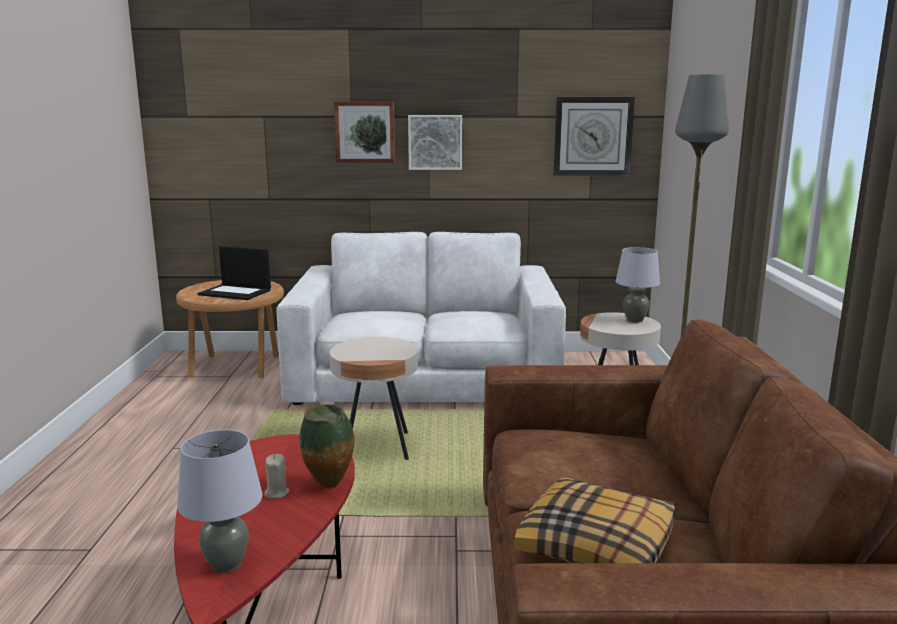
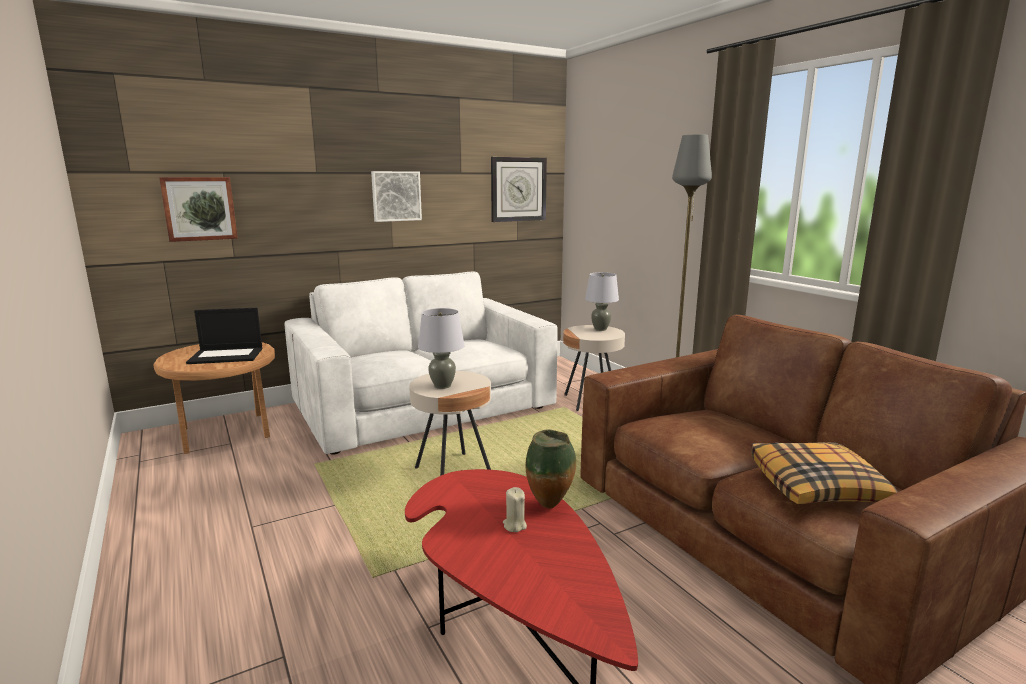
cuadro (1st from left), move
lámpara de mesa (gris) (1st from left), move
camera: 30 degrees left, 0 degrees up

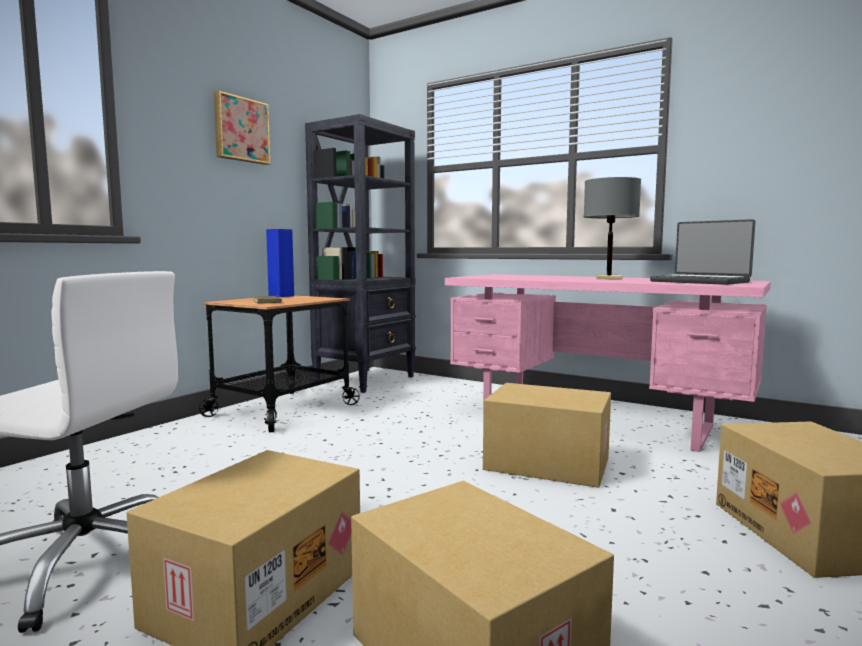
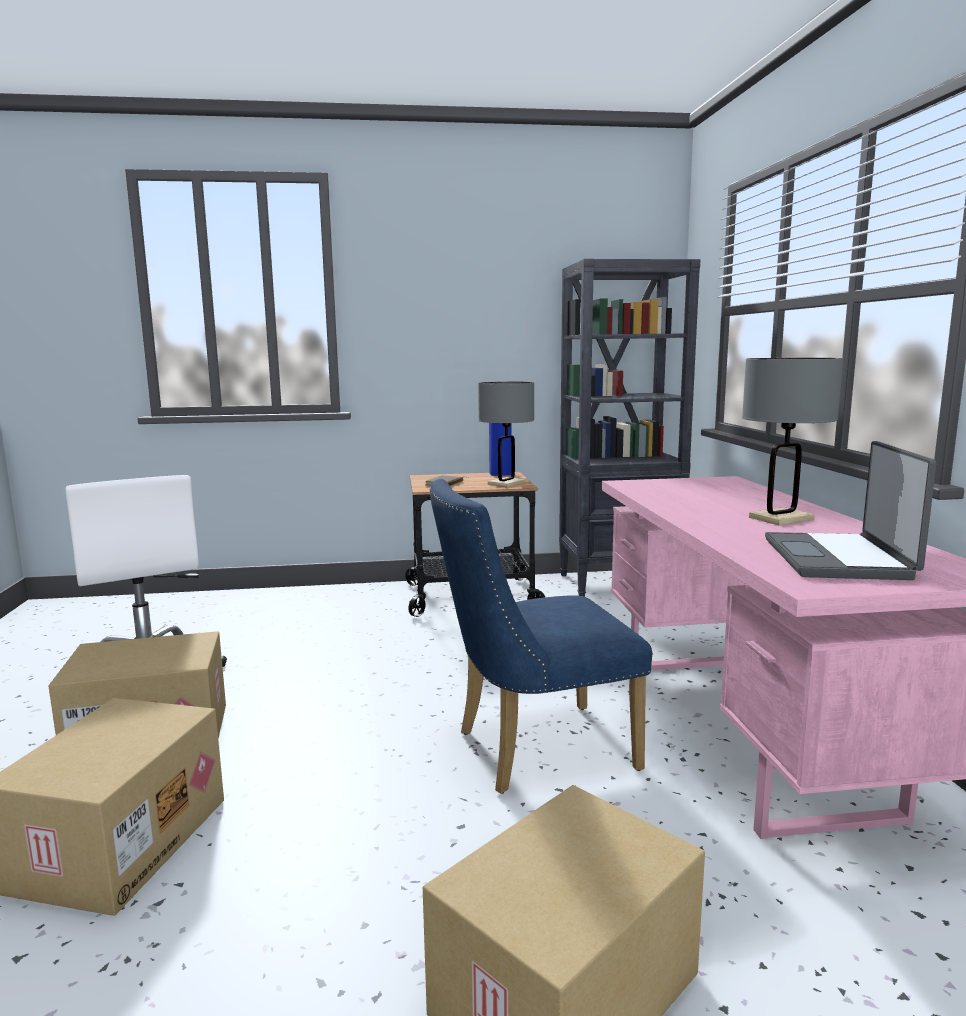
cuadro → -
caja de cartón (3rd from left) → silla (azul)
- → lámpara de mesa (gris) (1st from left)
camera: 50 degrees right, 5 degrees up

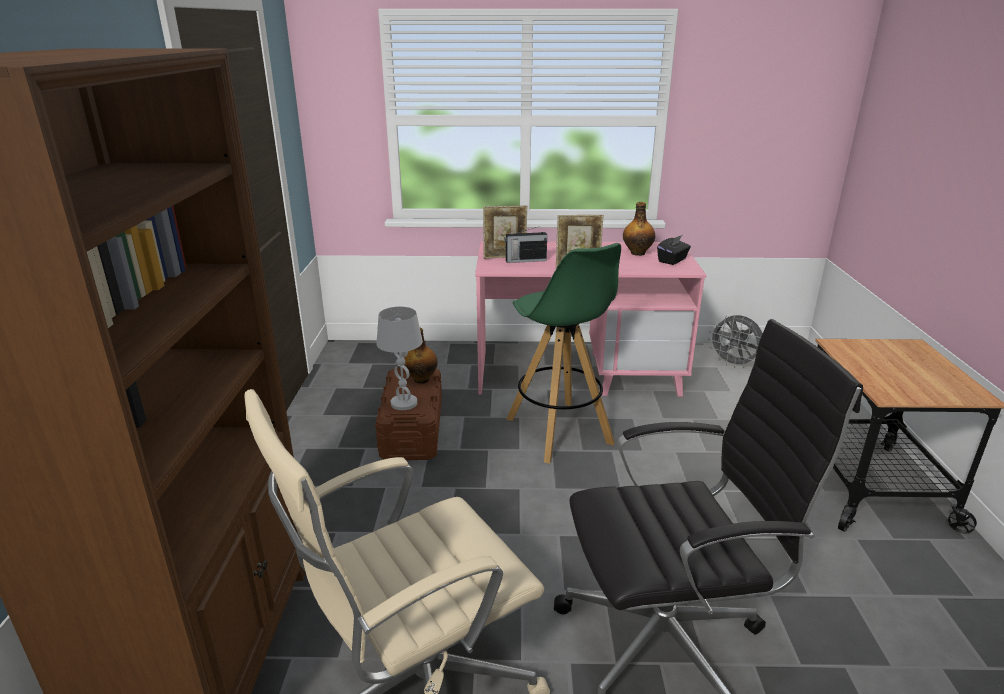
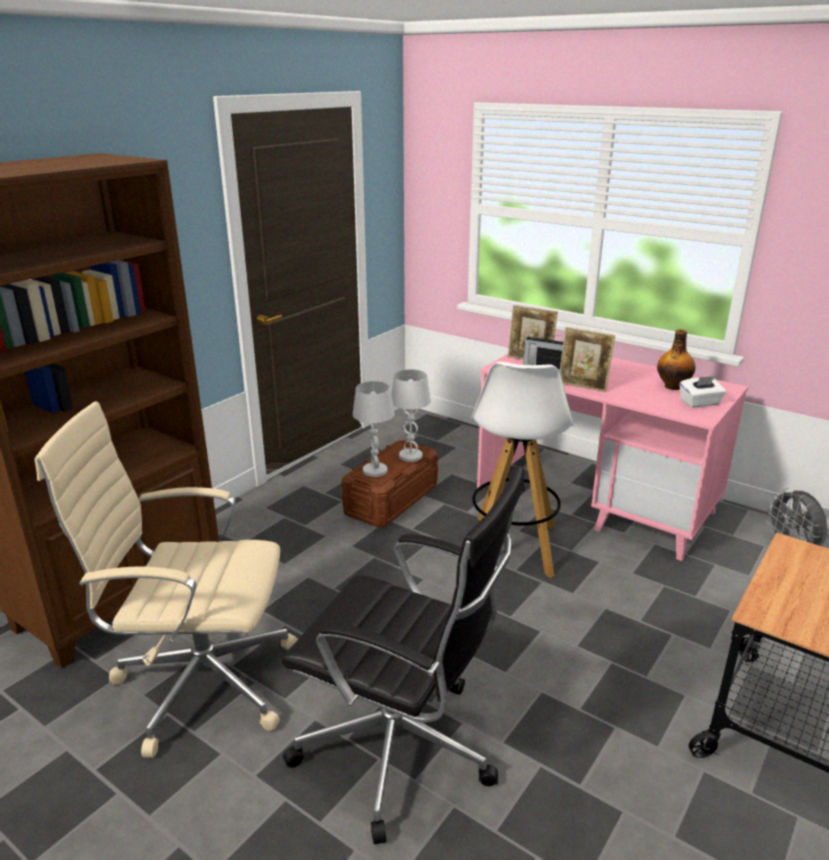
caja de pañuelos (negro) → caja de pañuelos (blanco)
taburete (verde) → taburete (blanco)
botella (1st from left) → lámpara de mesa (blanco) (2nd from left)
camera: 35 degrees right, 0 degrees up

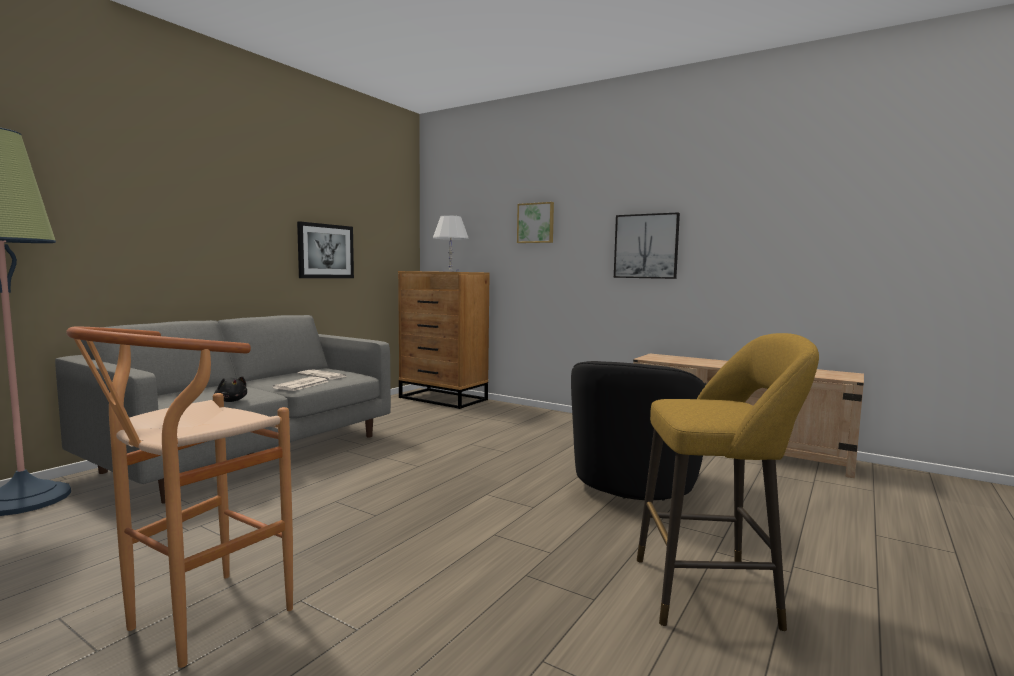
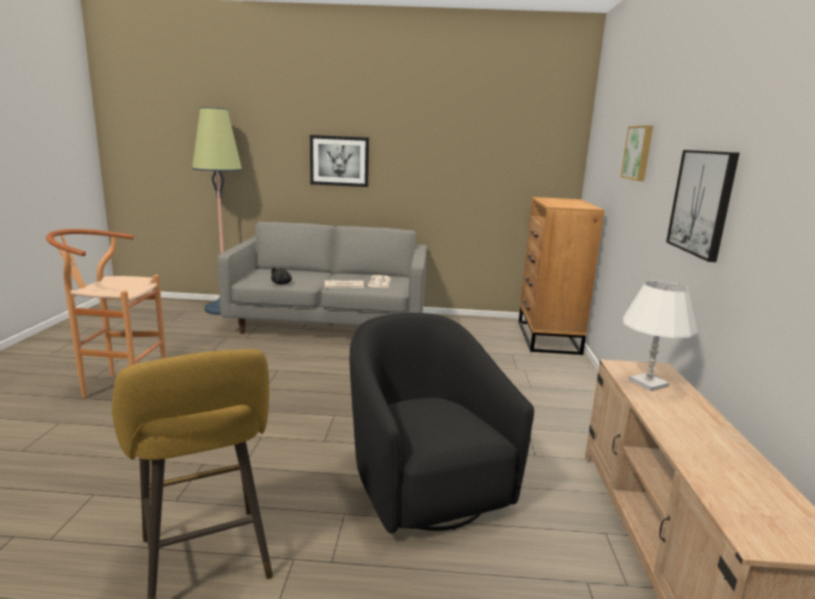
lámpara de mesa (blanco), move
cuadro (1st from left), move
sillón (negro), 75 degrees clockwise
camera: 60 degrees right, 10 degrees up

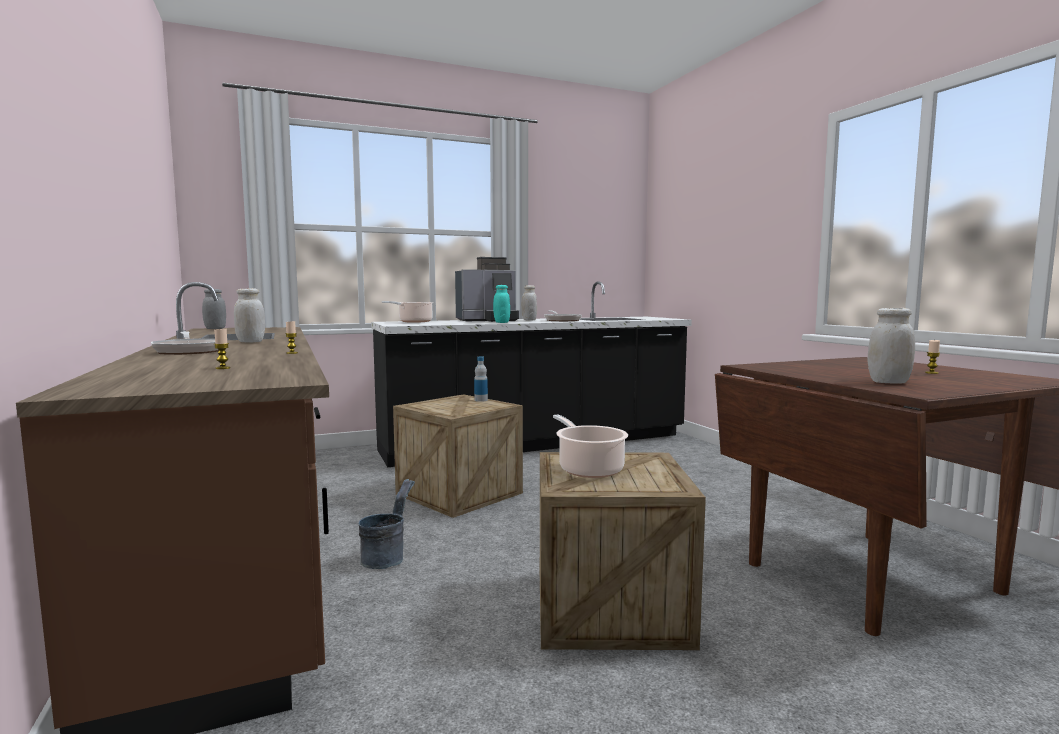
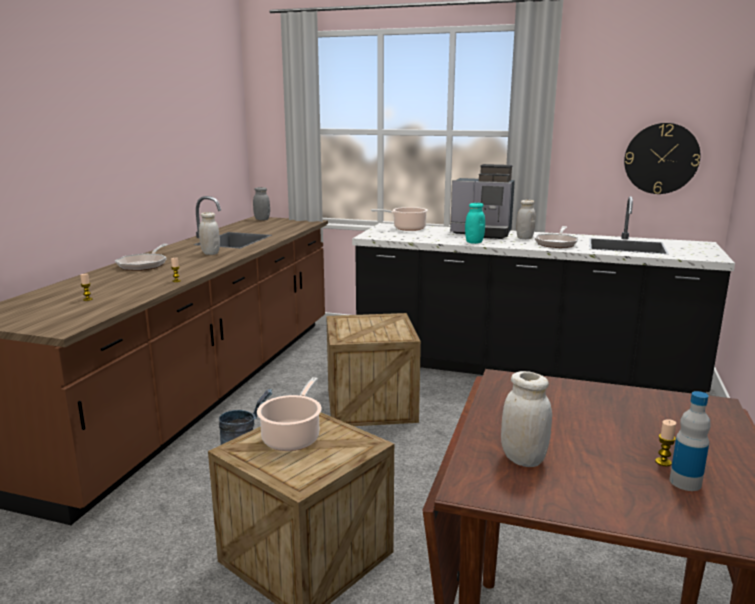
botella, move
- → reloj de pared
camera: 40 degrees right, 10 degrees up

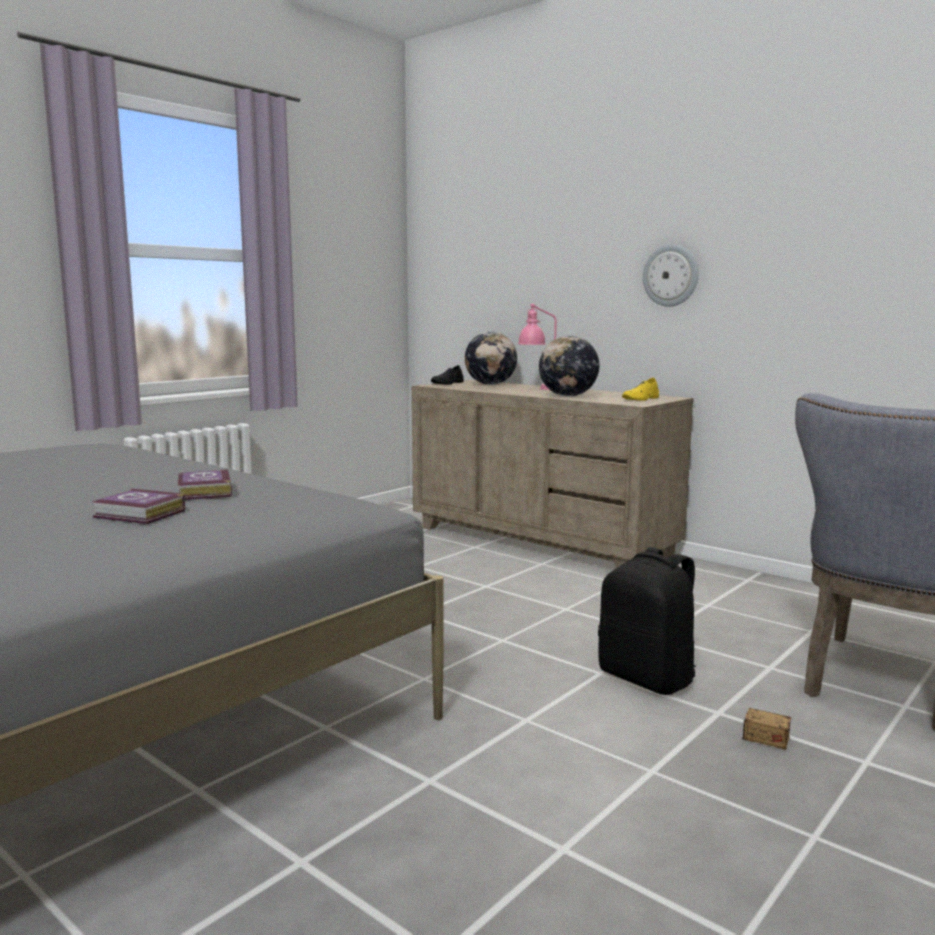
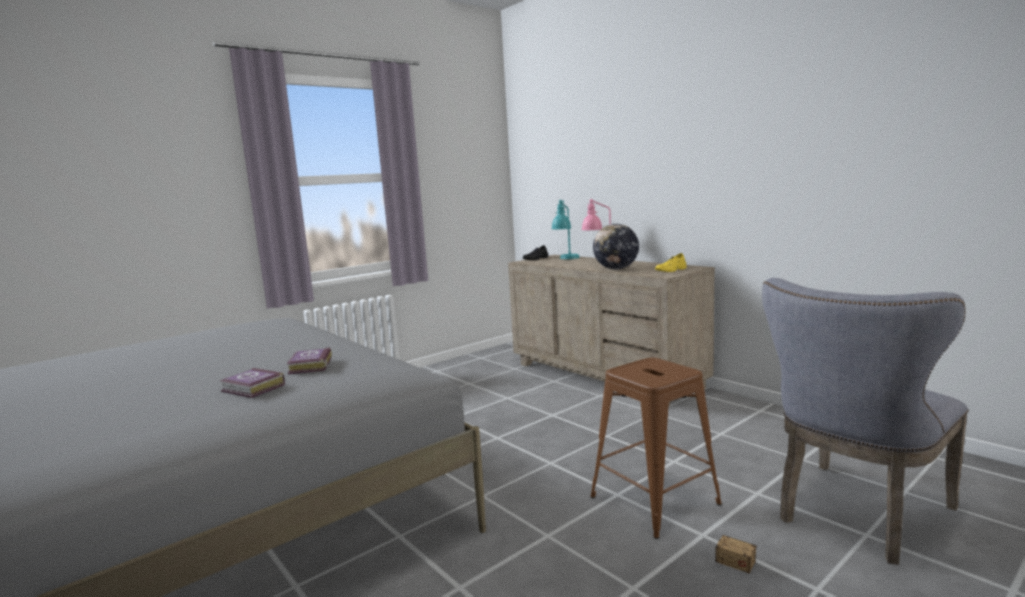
reloj de pared → -
globo terráqueo (1st from left) → lámpara de mesa (turquesa)
mochila (negro) → taburete (marrón)
camera: 10 degrees right, 0 degrees up

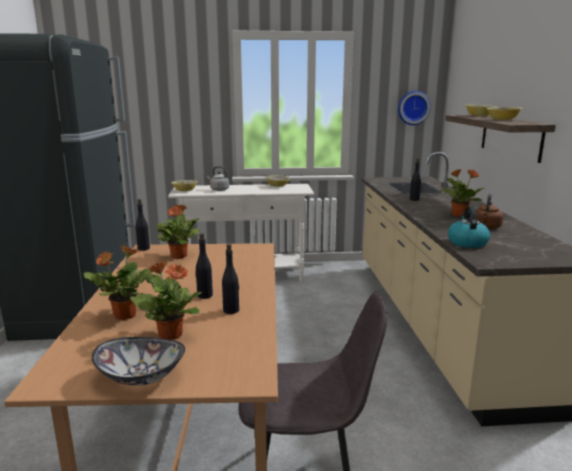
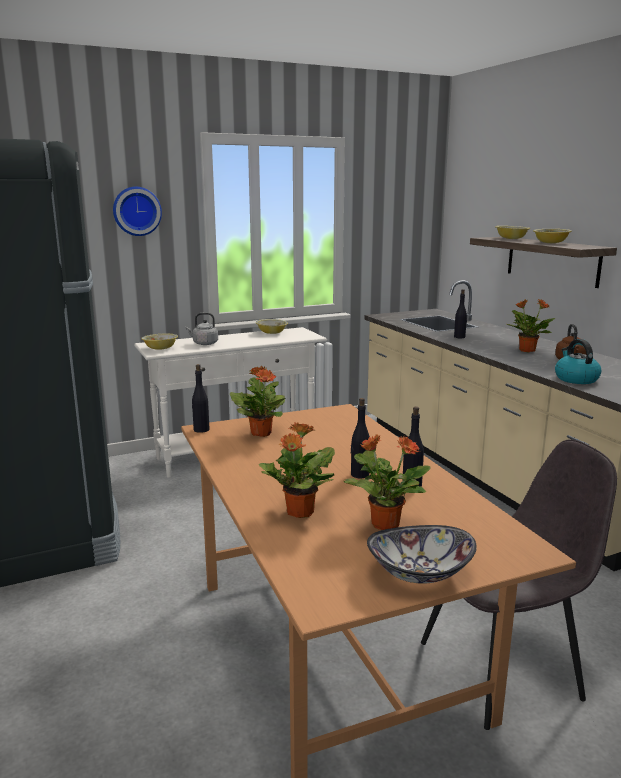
reloj de pared, move
camera: 20 degrees left, 0 degrees up

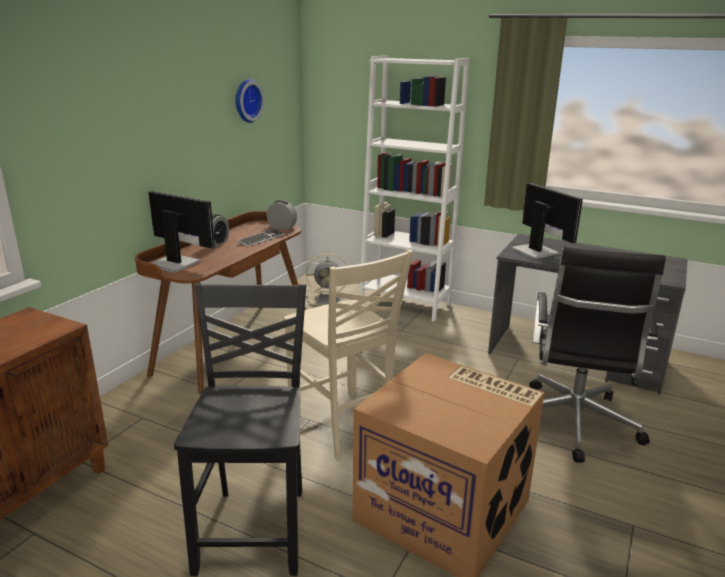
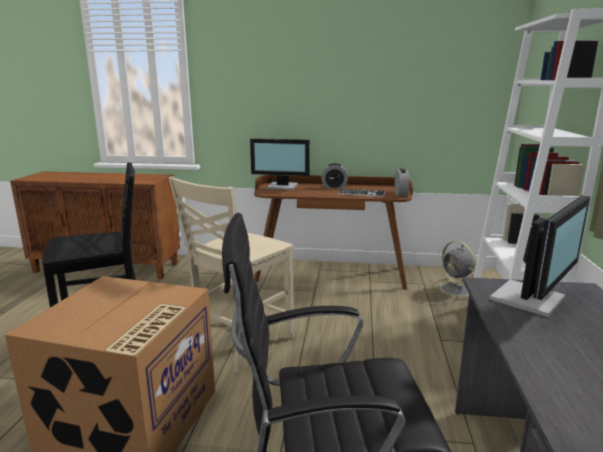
reloj de pared → -
monitor (1st from left), 90 degrees clockwise
camera: 70 degrees right, 5 degrees down

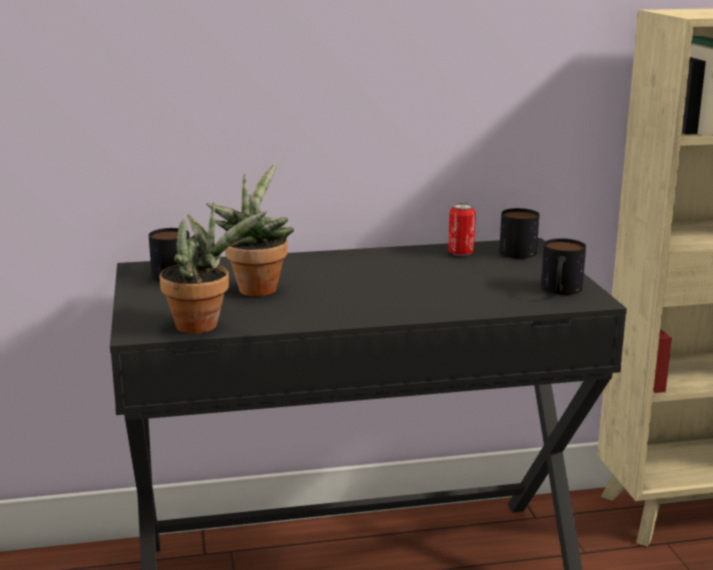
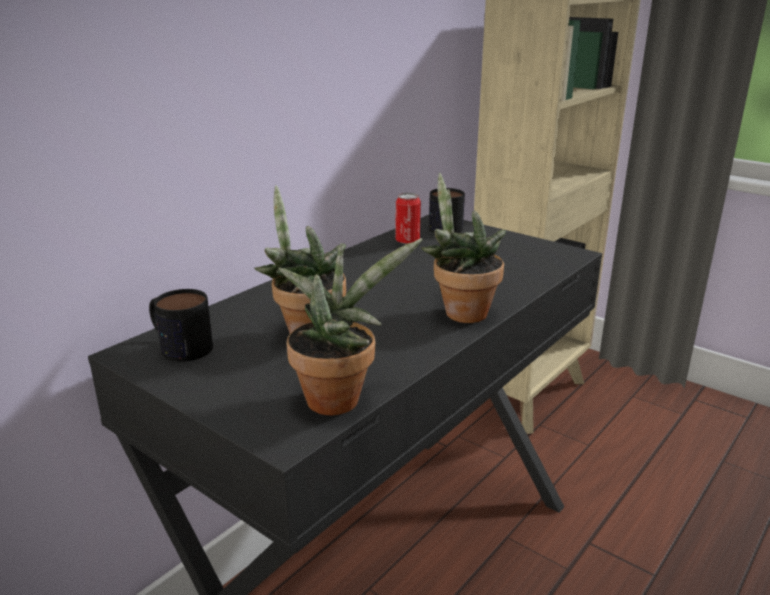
taza grande (3rd from left) → -
- → planta en maceta (3rd from left)
camera: 40 degrees left, 5 degrees up

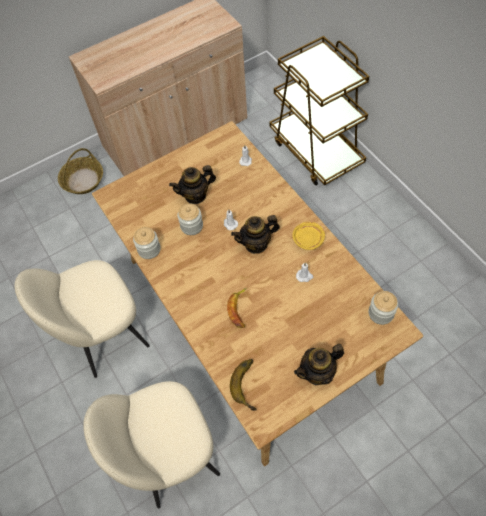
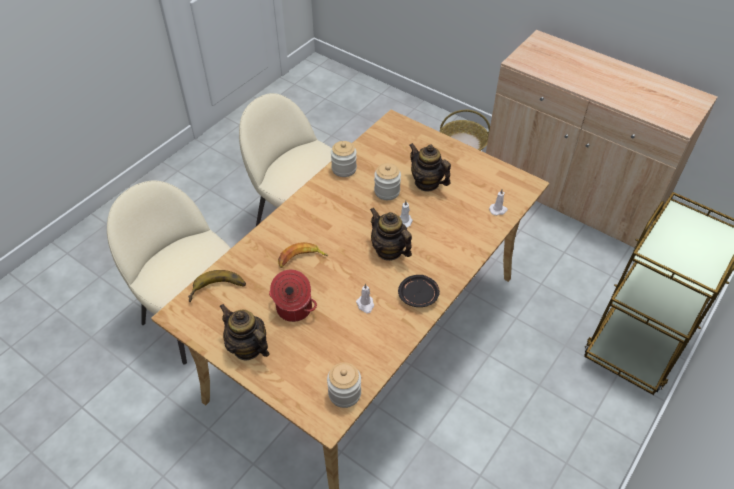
plato (amarillo) → plato (negro)
- → olla
camera: 65 degrees right, 10 degrees down

